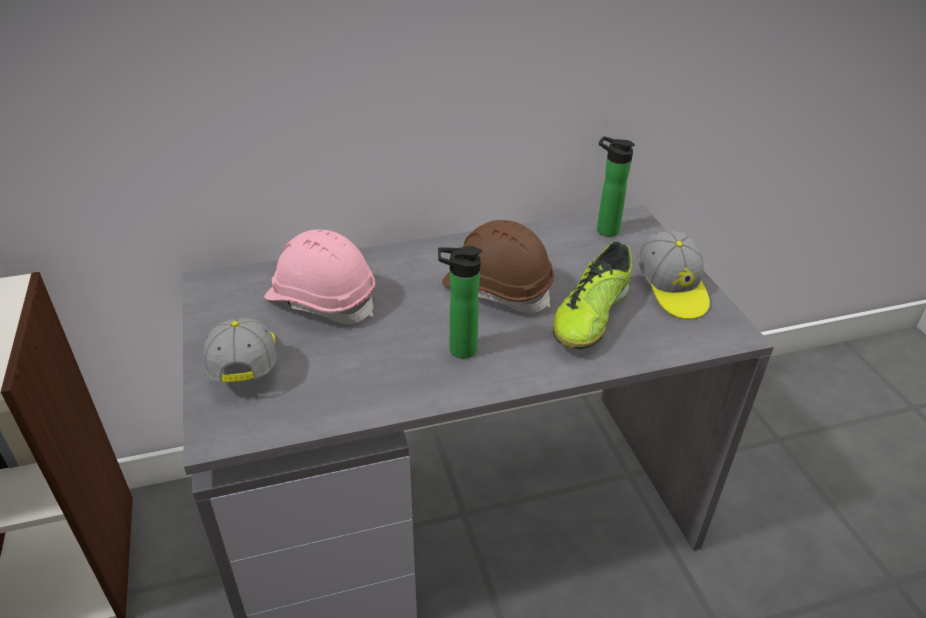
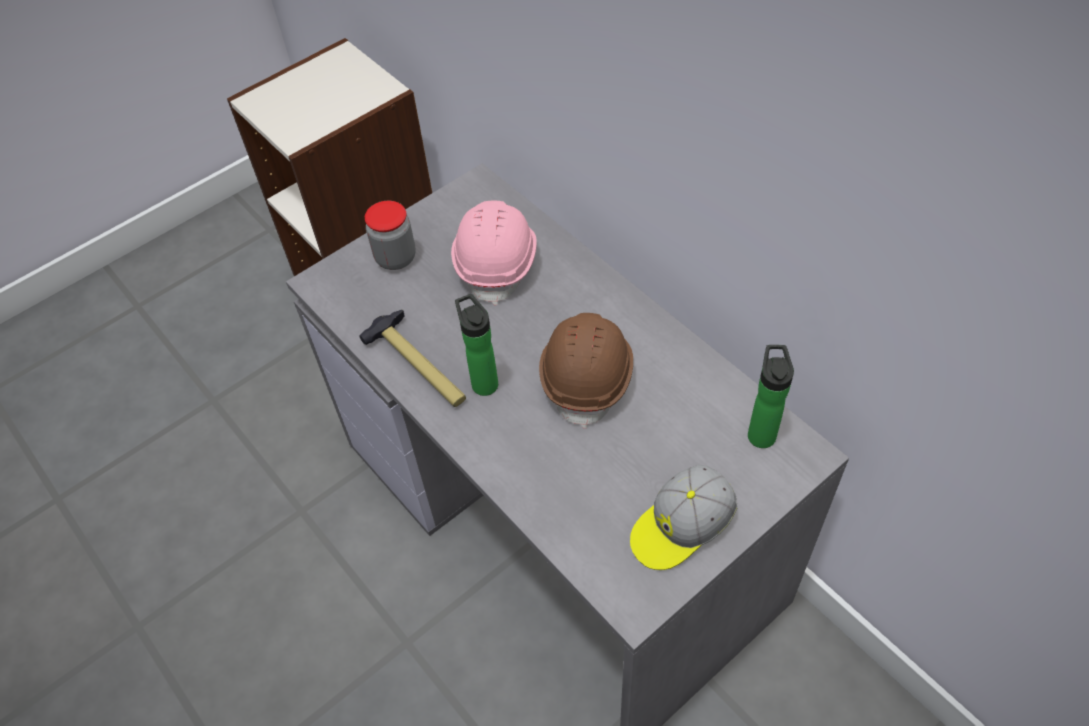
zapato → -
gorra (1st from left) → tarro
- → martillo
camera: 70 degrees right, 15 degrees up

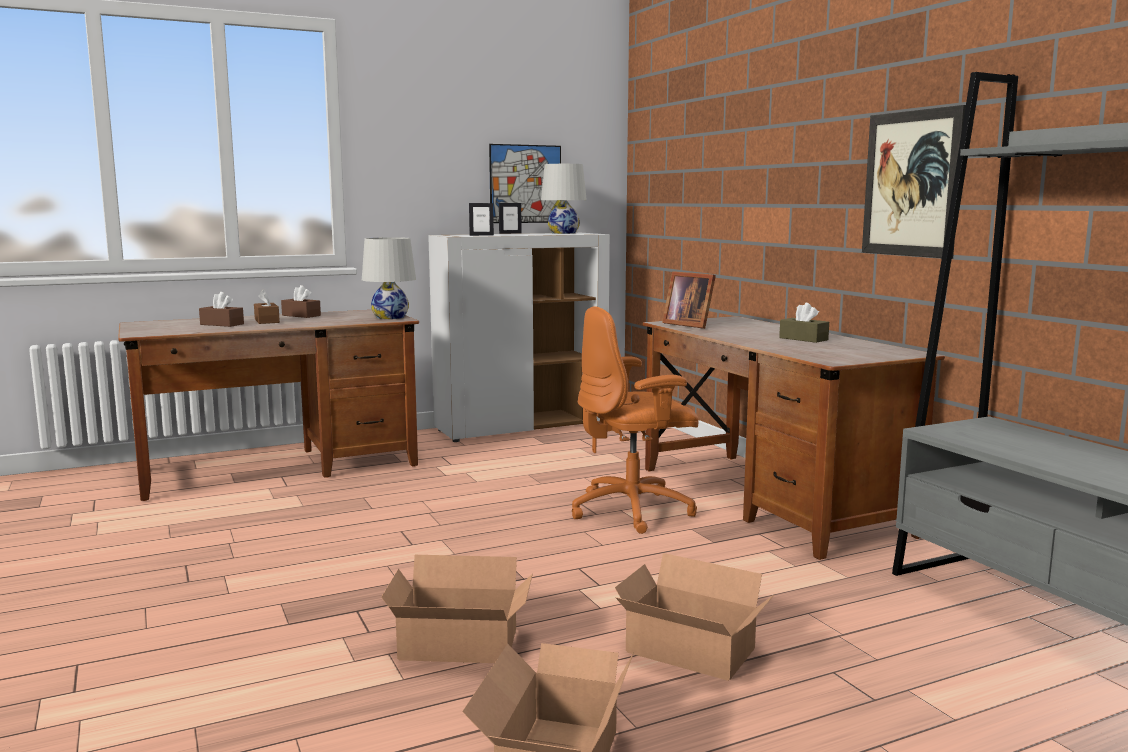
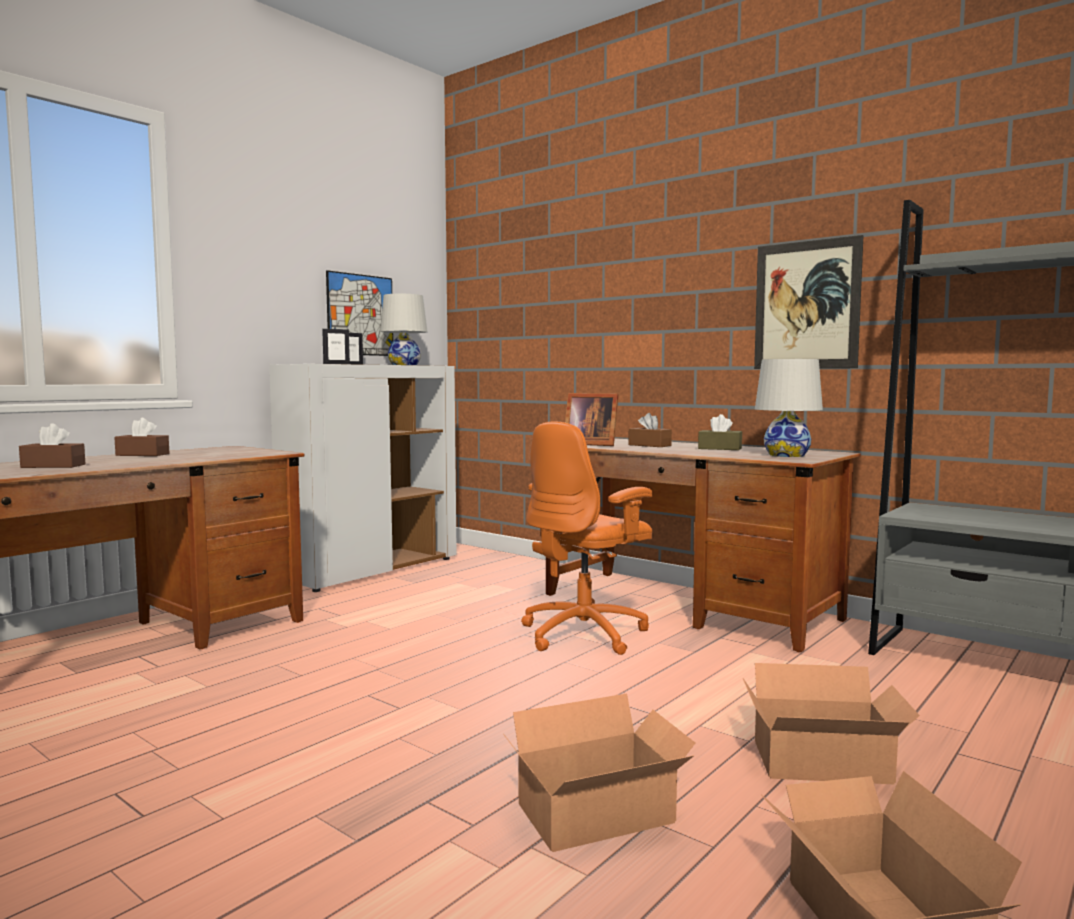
lámpara de mesa (blanco) (1st from left in the first image) → lámpara de mesa (blanco) (2nd from left), move
caja de pañuelos (marrón) (2nd from left in the first image) → caja de pañuelos (marrón) (3rd from left), move
camera: 25 degrees left, 5 degrees down

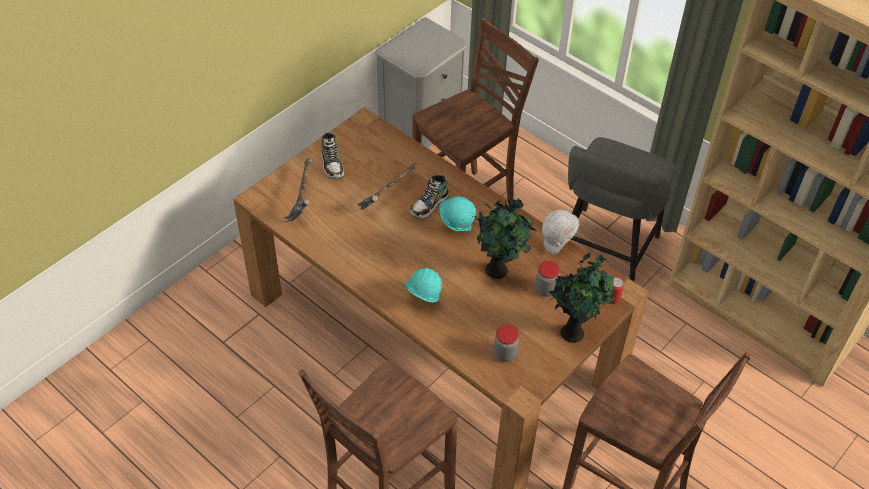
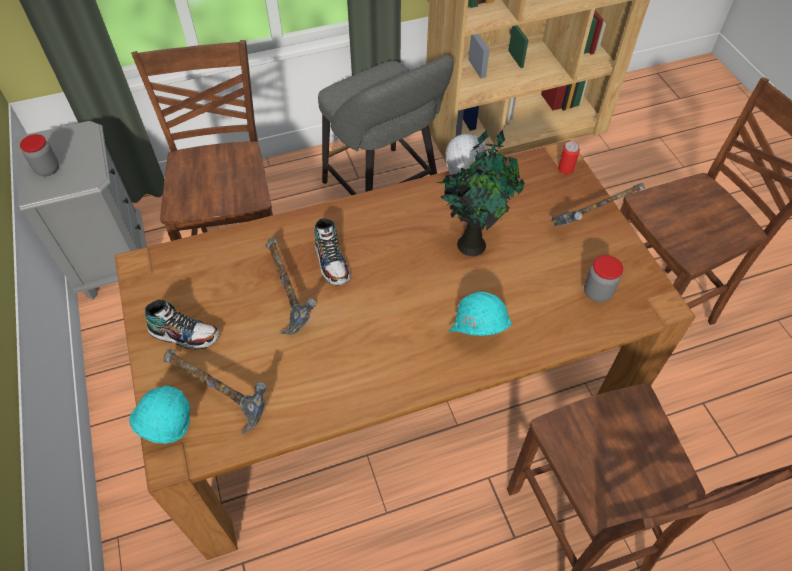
casco (turquesa) (2nd from left in the first image) → casco (turquesa) (1st from left), move
planta en maceta (2nd from left) → martillo (3rd from left)
tarro (2nd from left in the first image) → tarro (1st from left), move
camera: 60 degrees left, 5 degrees up

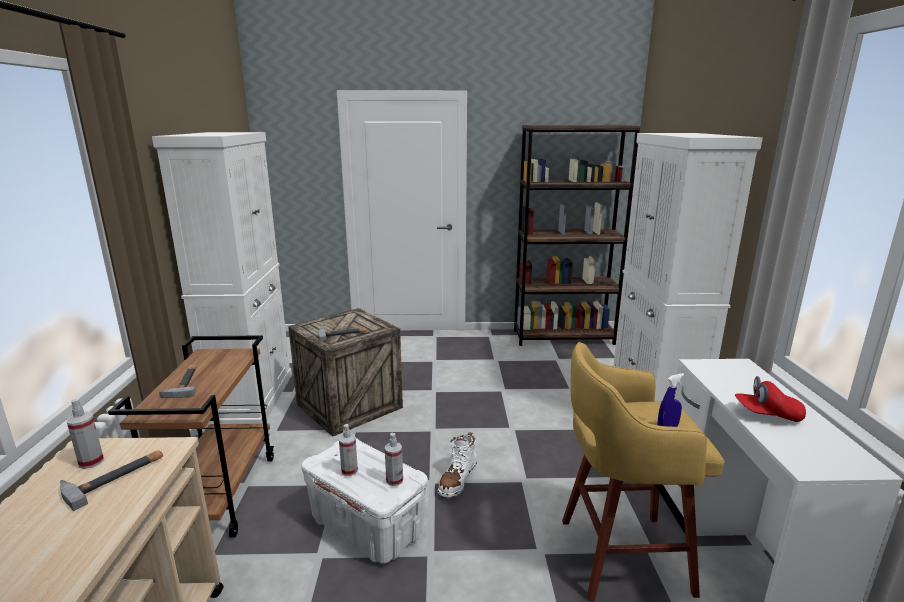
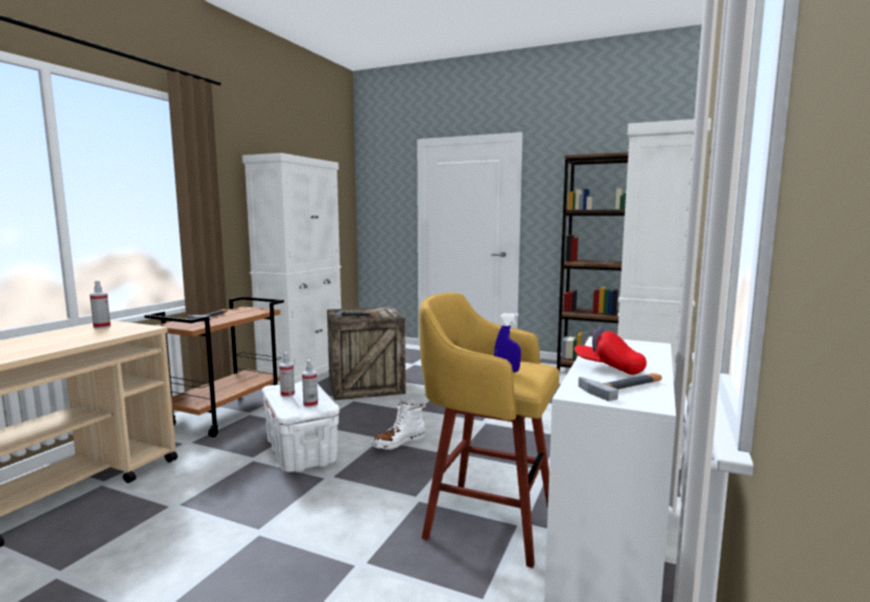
martillo (1st from left in the first image) → martillo (3rd from left), move
camera: 25 degrees right, 10 degrees down

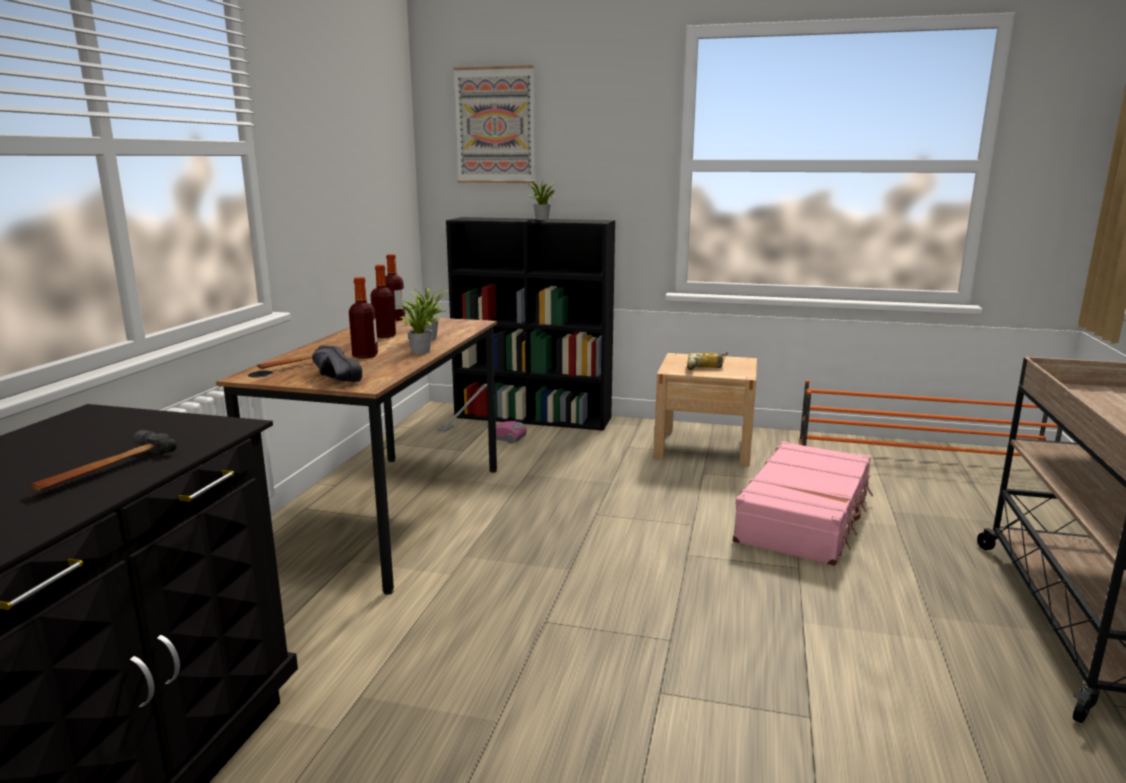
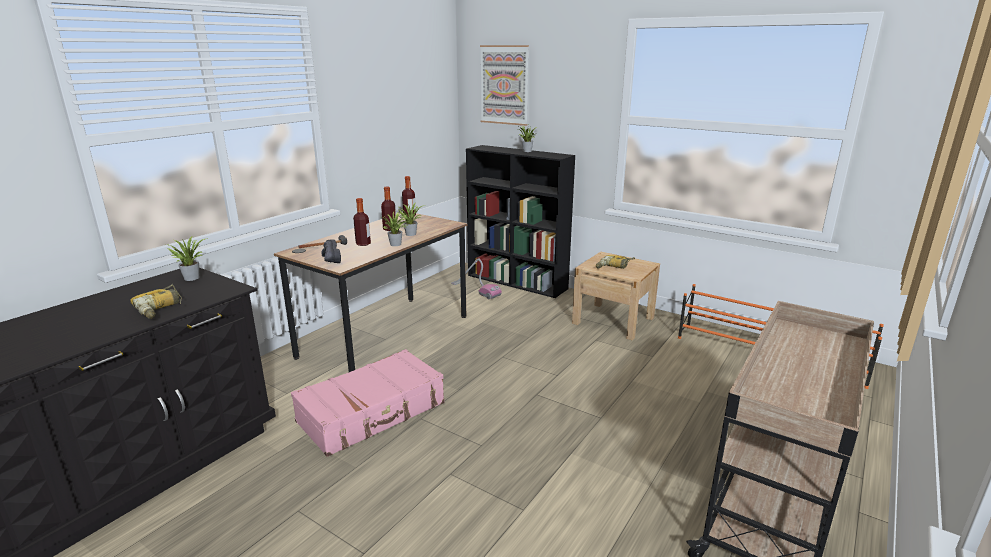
martillo (1st from left) → taladro (1st from left)
maleta (rosa), move
- → planta en maceta (1st from left)
camera: 20 degrees right, 5 degrees up

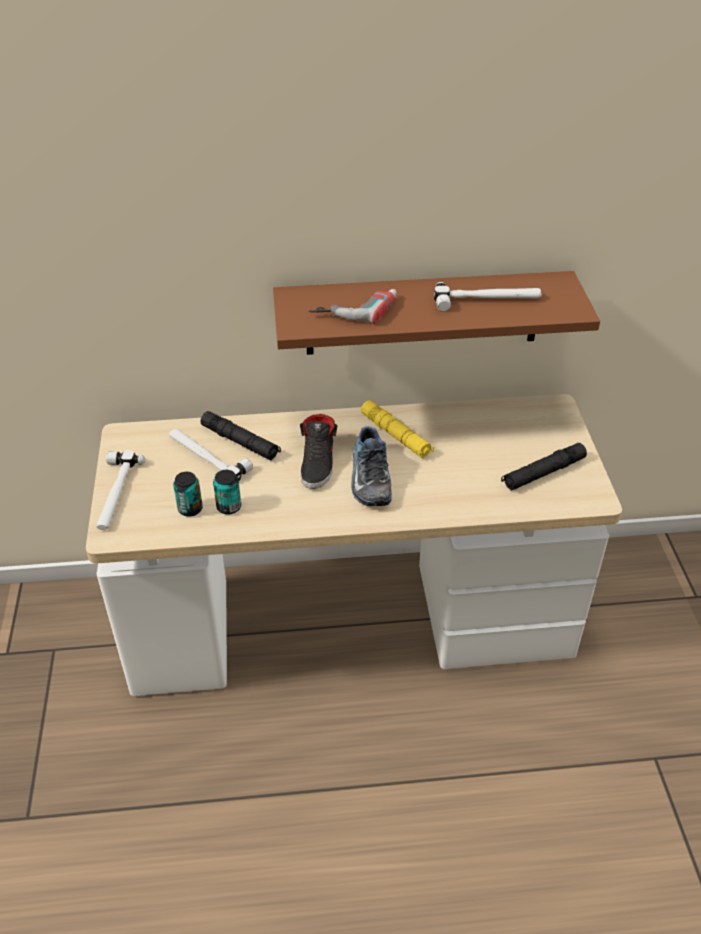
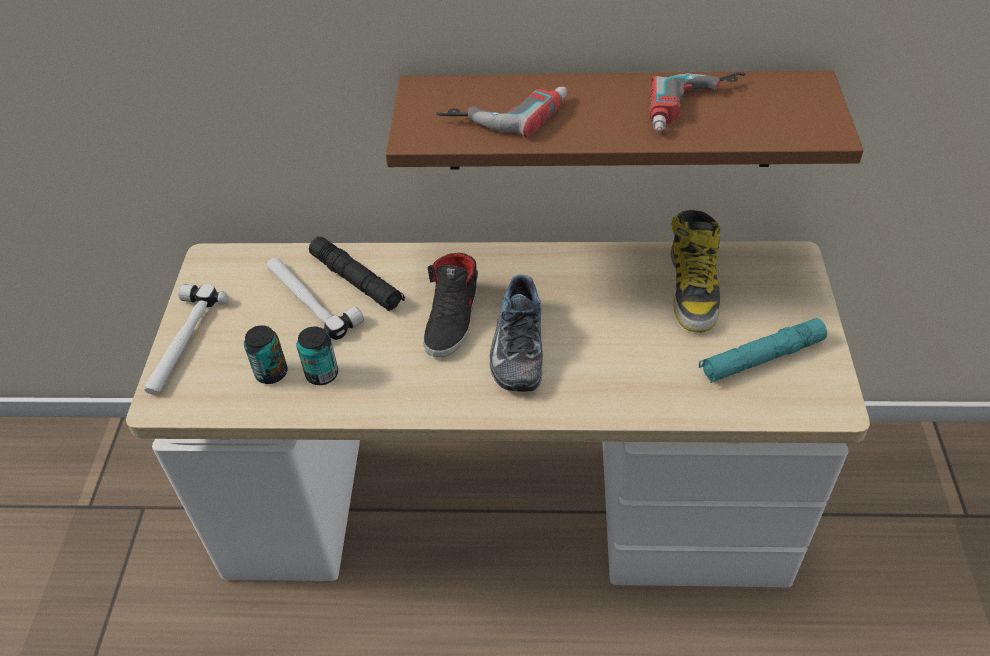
martillo (3rd from left) → taladro (2nd from left)
linterna (amarillo) → -
linterna (negro) (2nd from left) → linterna (turquesa)
- → bota
camera: 10 degrees right, 5 degrees up

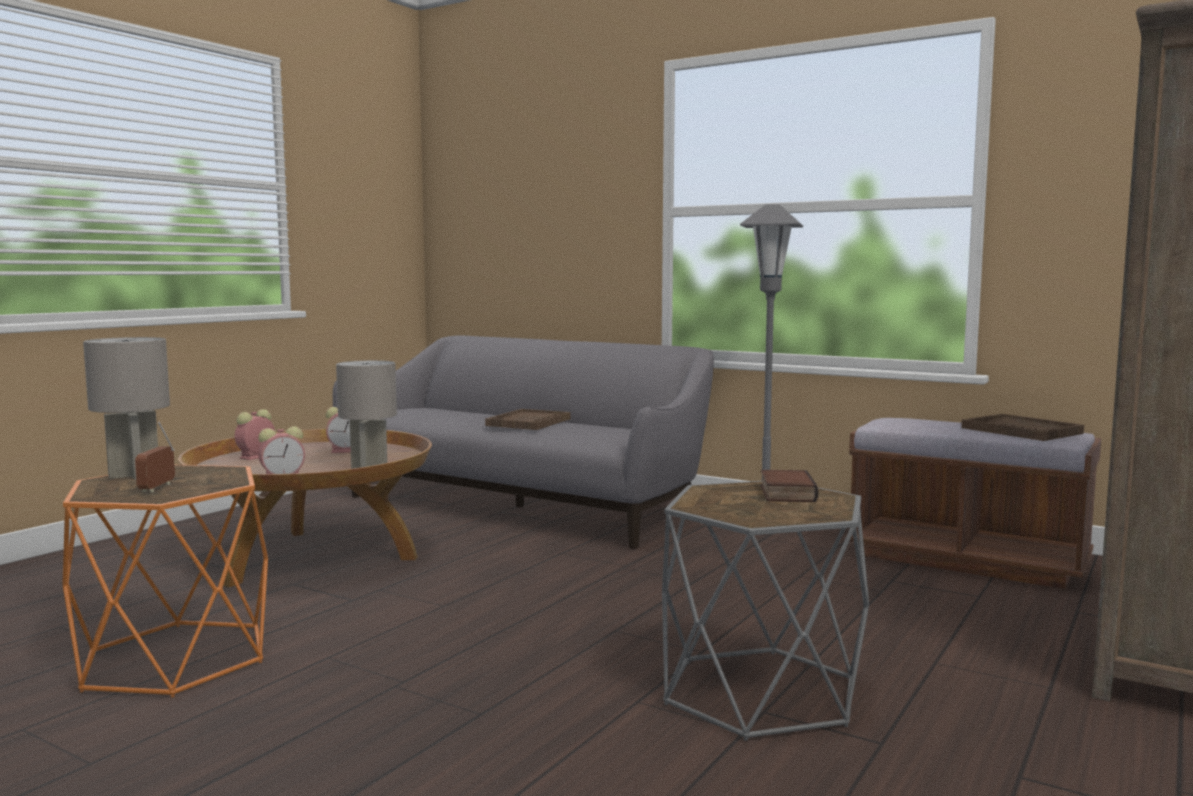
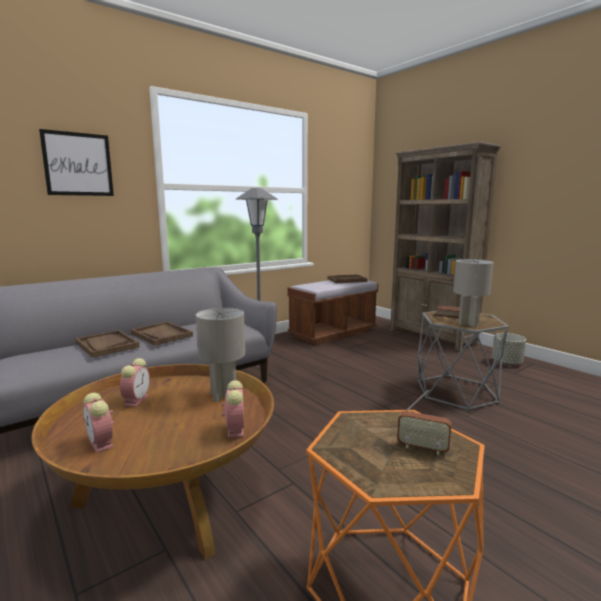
lámpara de mesa (gris) (1st from left in the first image) → lámpara de mesa (gris) (2nd from left), move
- → cuadro
- → bandeja (marrón) (1st from left)
- → maceta (gris)
camera: 70 degrees left, 5 degrees up

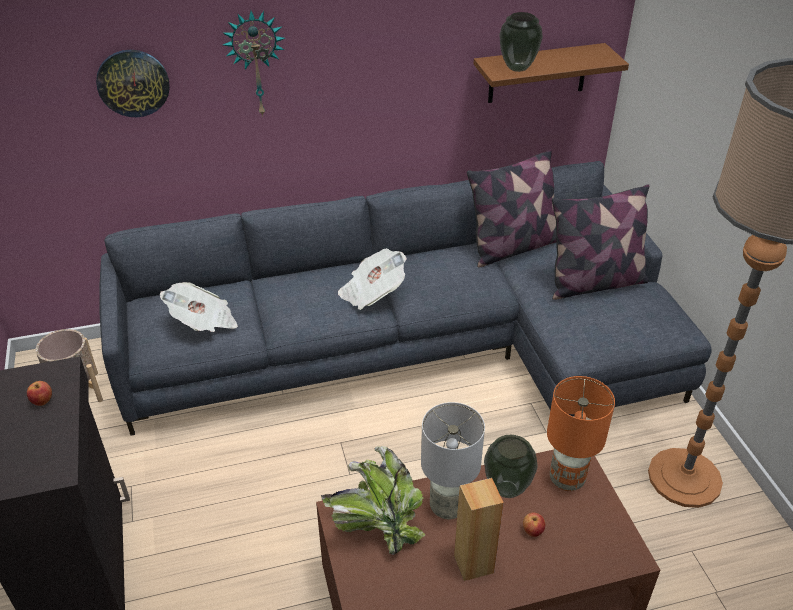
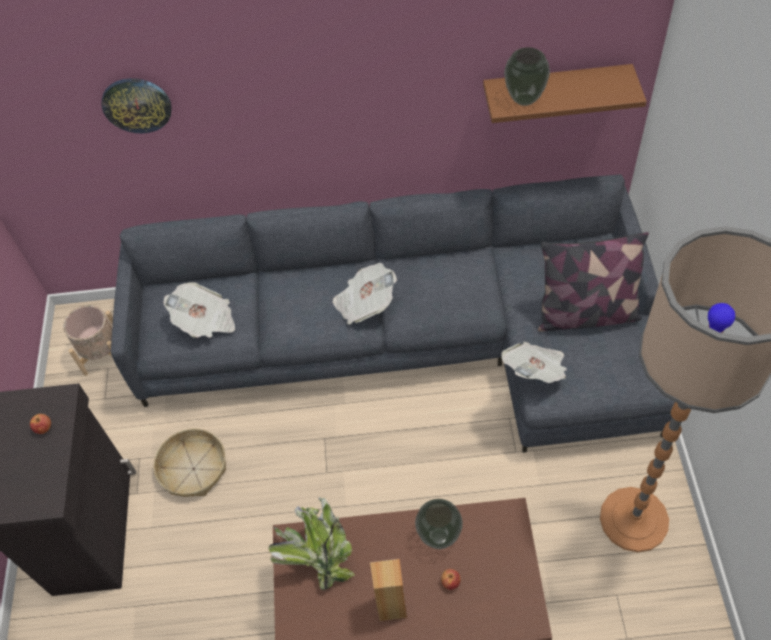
reloj de pared (2nd from left) → -
cojín (1st from left) → -
lámpara de mesa (naranja) → -
lámpara de mesa (gris) → -
- → periódico (3rd from left)
- → cesta
camera: 15 degrees right, 15 degrees up

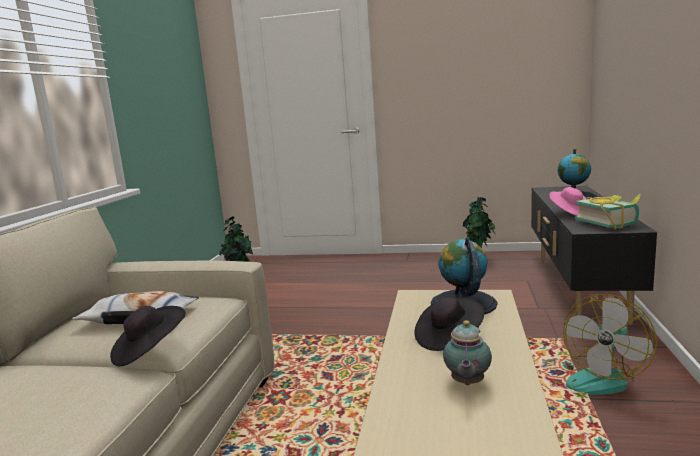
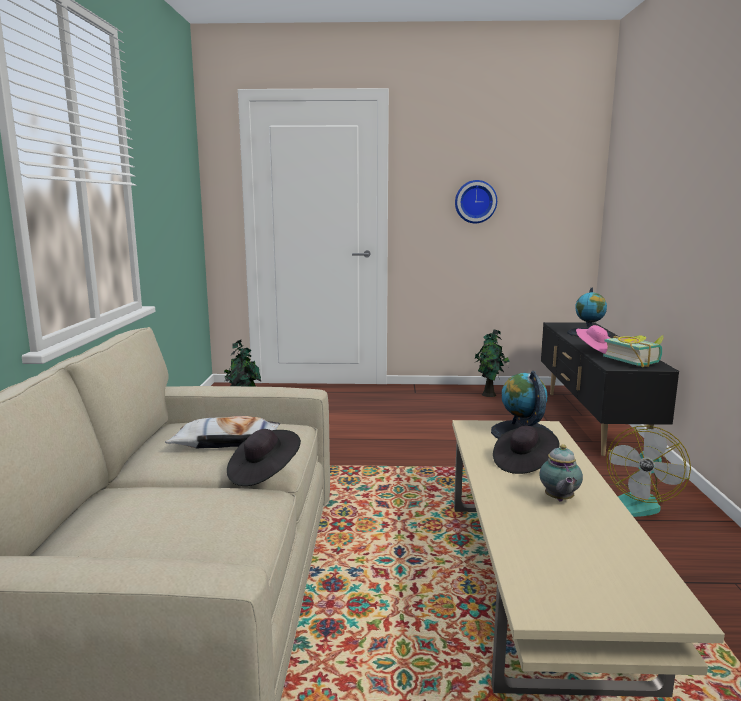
- → reloj de pared
camera: 10 degrees left, 0 degrees up

